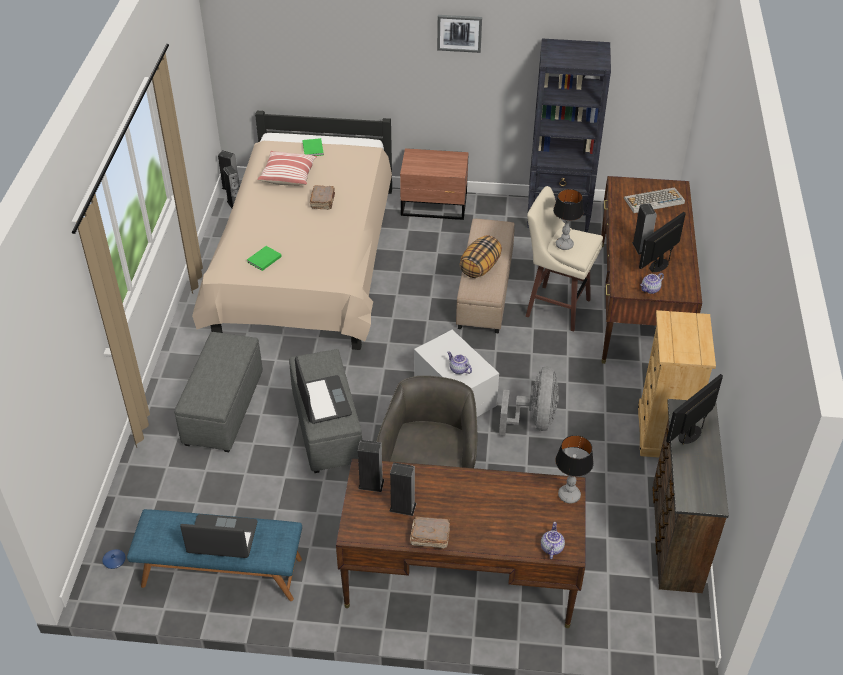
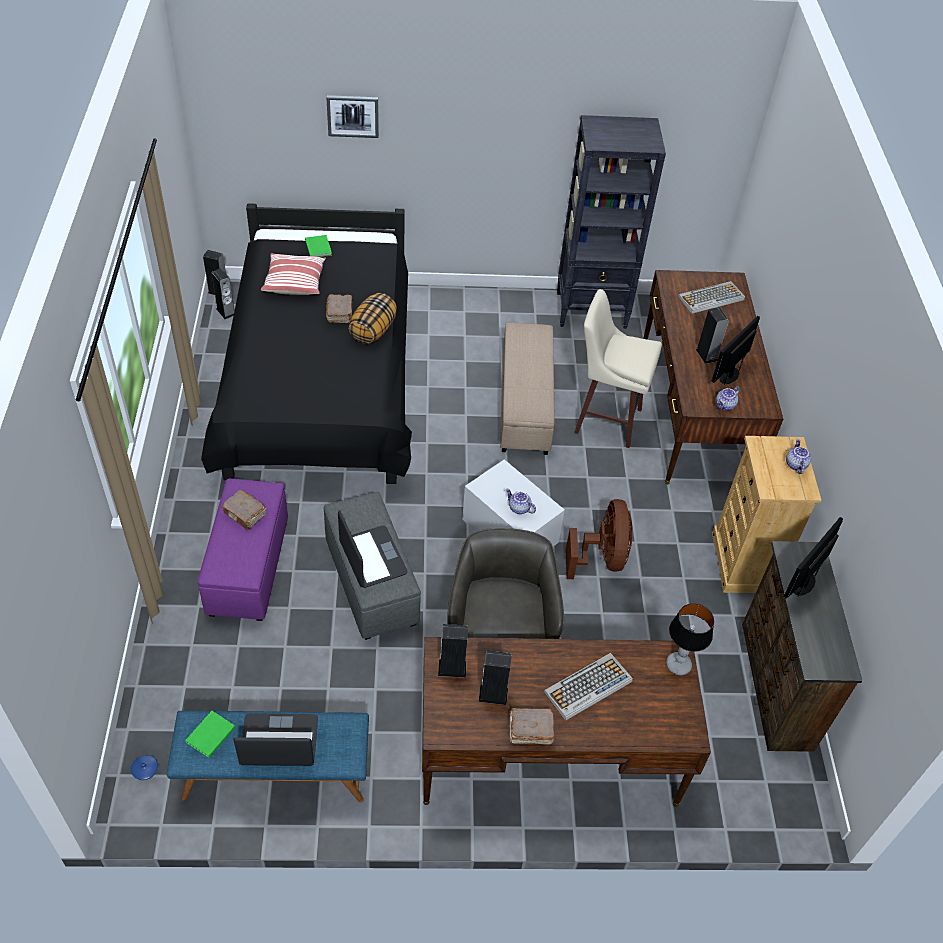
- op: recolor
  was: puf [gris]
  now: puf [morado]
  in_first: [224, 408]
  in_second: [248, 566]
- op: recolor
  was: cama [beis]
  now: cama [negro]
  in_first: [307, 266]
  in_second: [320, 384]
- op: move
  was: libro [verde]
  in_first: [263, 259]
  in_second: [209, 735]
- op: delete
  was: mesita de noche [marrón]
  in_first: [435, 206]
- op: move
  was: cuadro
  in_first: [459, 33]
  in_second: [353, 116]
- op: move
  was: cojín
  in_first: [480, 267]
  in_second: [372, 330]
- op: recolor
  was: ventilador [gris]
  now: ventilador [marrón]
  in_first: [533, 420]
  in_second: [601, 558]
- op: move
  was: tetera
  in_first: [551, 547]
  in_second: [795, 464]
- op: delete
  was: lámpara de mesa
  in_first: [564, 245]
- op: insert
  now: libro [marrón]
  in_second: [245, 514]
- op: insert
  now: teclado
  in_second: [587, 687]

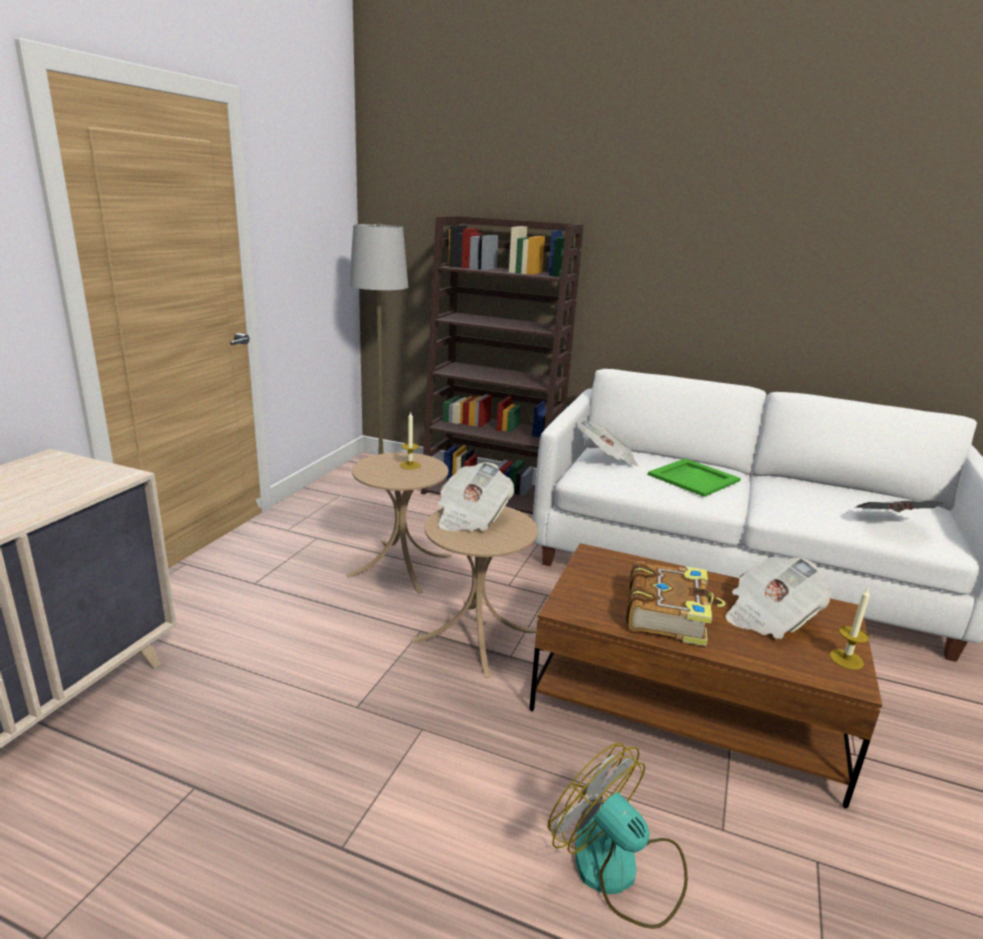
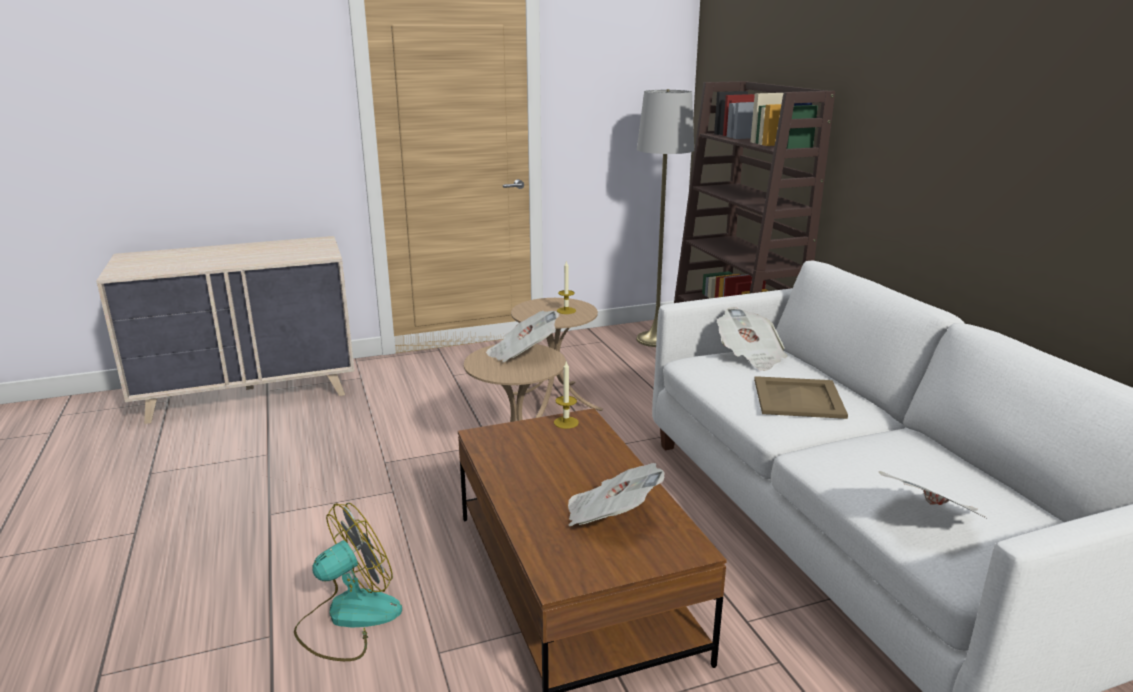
- op: rotate
  was: ventilador
  in_first: [619, 870]
  in_second: [348, 618]
  clockwise: 45
- op: delete
  was: libro
  in_first: [668, 614]
- op: recolor
  was: bandeja [verde]
  now: bandeja [beis]
  in_first: [694, 478]
  in_second: [799, 398]
- op: move
  was: vela
  in_first: [846, 659]
  in_second: [566, 422]

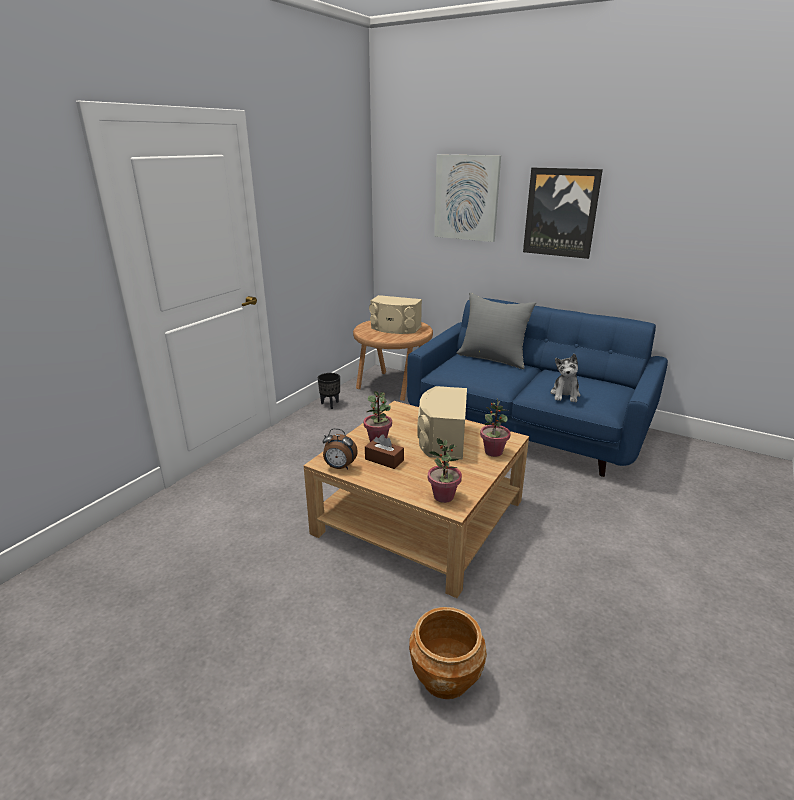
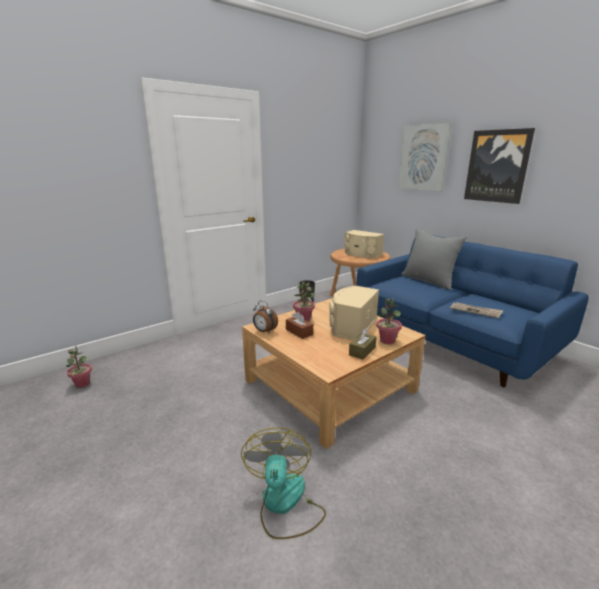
- op: replace
  was: maceta [marrón]
  now: ventilador
  in_first: [445, 676]
  in_second: [284, 504]
- op: move
  was: planta en maceta
  in_first: [443, 496]
  in_second: [82, 384]
- op: replace
  was: peluche
  now: periódico
  in_first: [565, 395]
  in_second: [475, 311]
- op: insert
  now: caja de pañuelos [marrón]
  in_second: [362, 351]

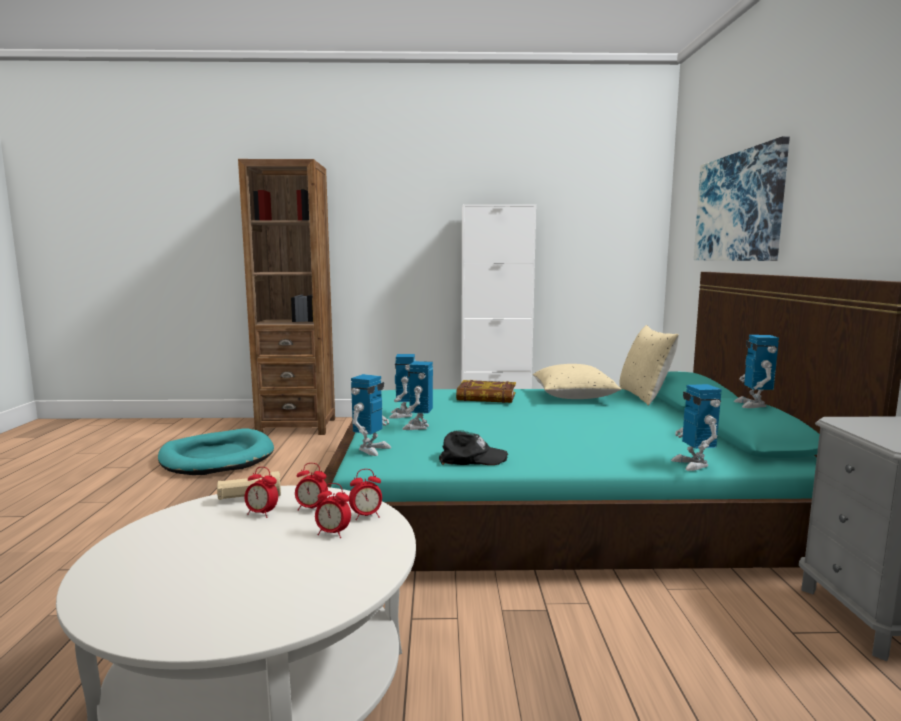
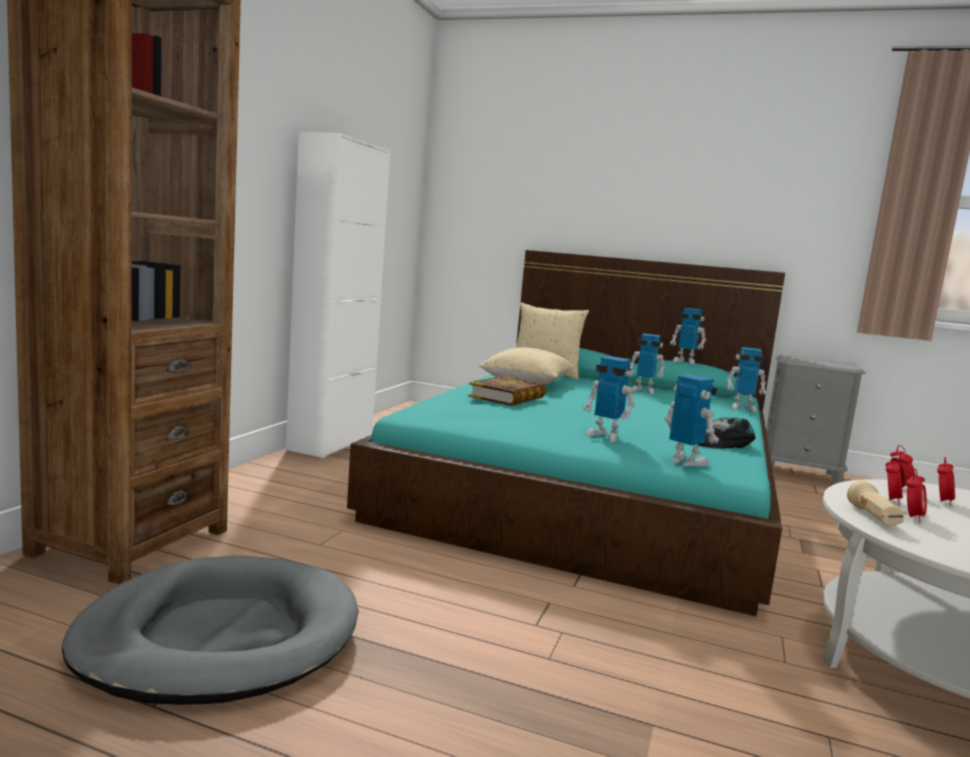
- op: recolor
  was: cama para perro [turquesa]
  now: cama para perro [gris]
  in_first: [217, 457]
  in_second: [220, 637]
- op: move
  was: robot de juguete
  in_first: [403, 415]
  in_second: [643, 390]
- op: rotate
  was: gorra [negro]
  in_first: [472, 458]
  in_second: [721, 442]
  clockwise: -135
- op: delete
  was: cuadro
  in_first: [738, 207]

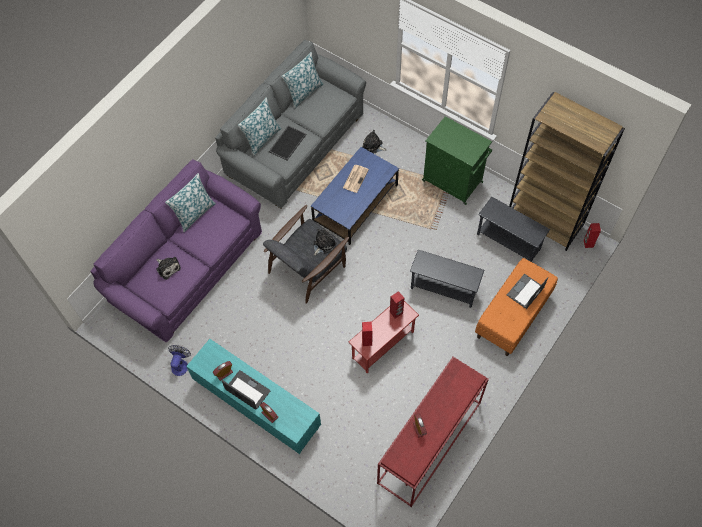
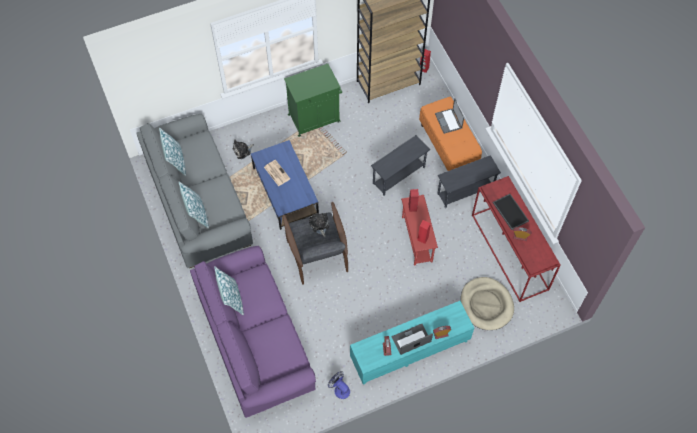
- op: delete
  was: peluche
  in_first: [167, 268]
- op: move
  was: bandeja
  in_first: [287, 142]
  in_second: [509, 211]
- op: move
  was: mesa auxiliar [gris]
  in_first: [508, 242]
  in_second: [465, 191]
- op: insert
  now: cama para perro [beis]
  in_second: [486, 304]

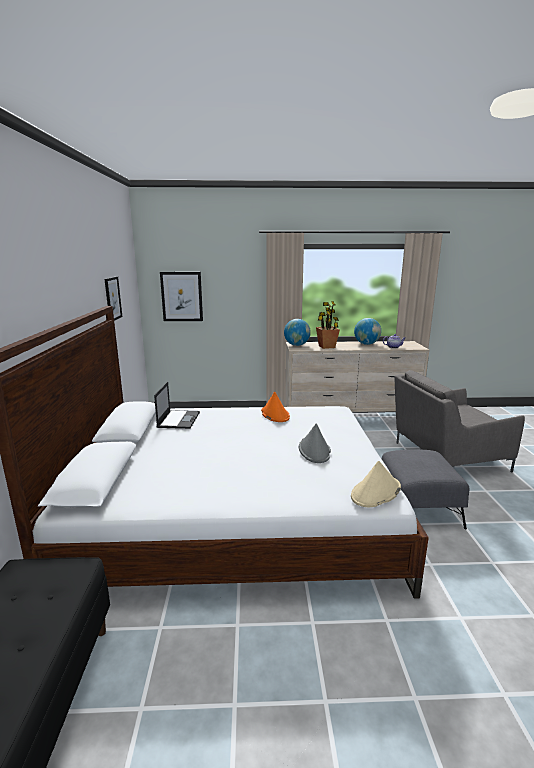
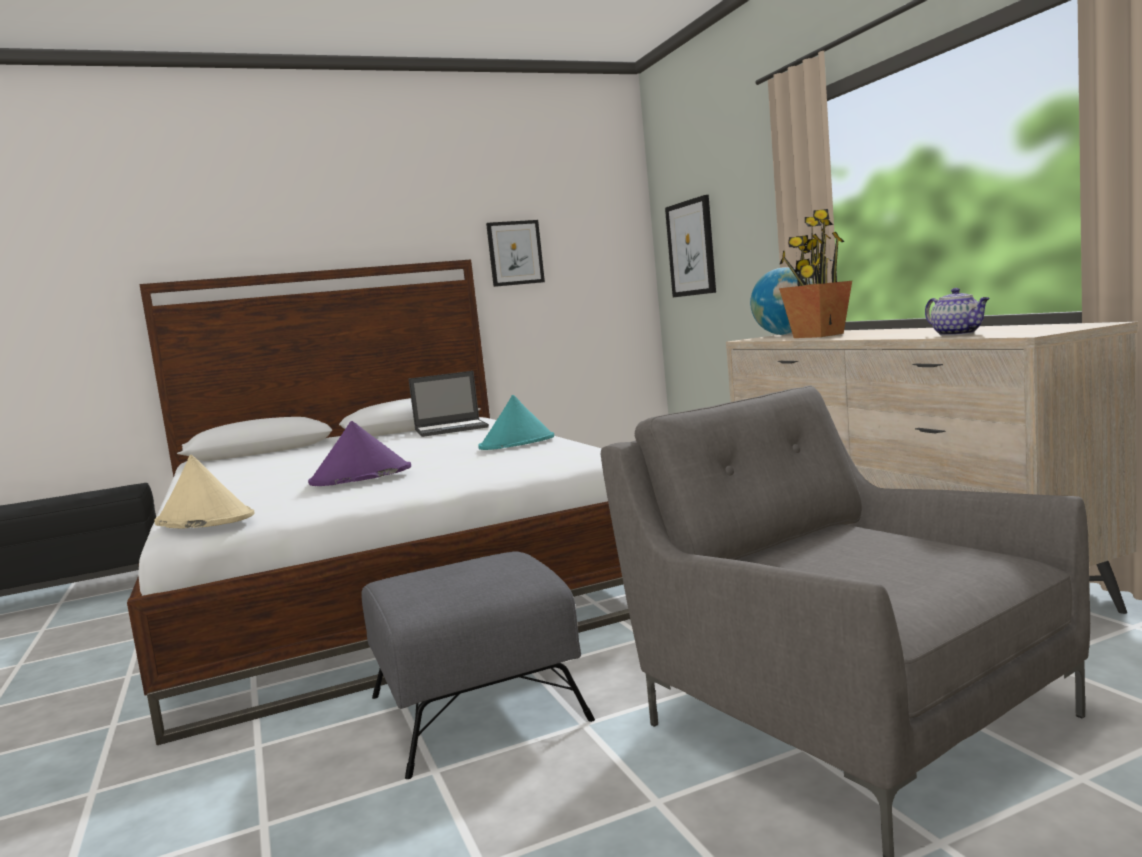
- op: recolor
  was: sombrero [naranja]
  now: sombrero [turquesa]
  in_first: [275, 414]
  in_second: [517, 443]
- op: recolor
  was: sombrero [gris]
  now: sombrero [morado]
  in_first: [314, 450]
  in_second: [360, 476]
- op: delete
  was: globo terráqueo
  in_first: [366, 344]

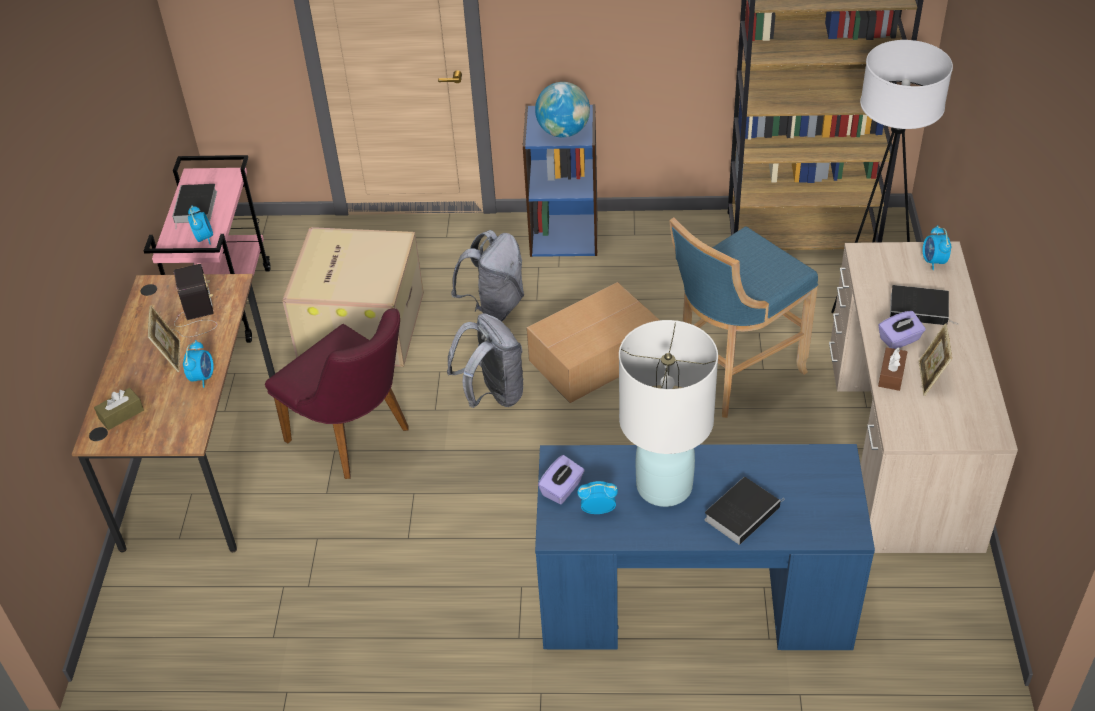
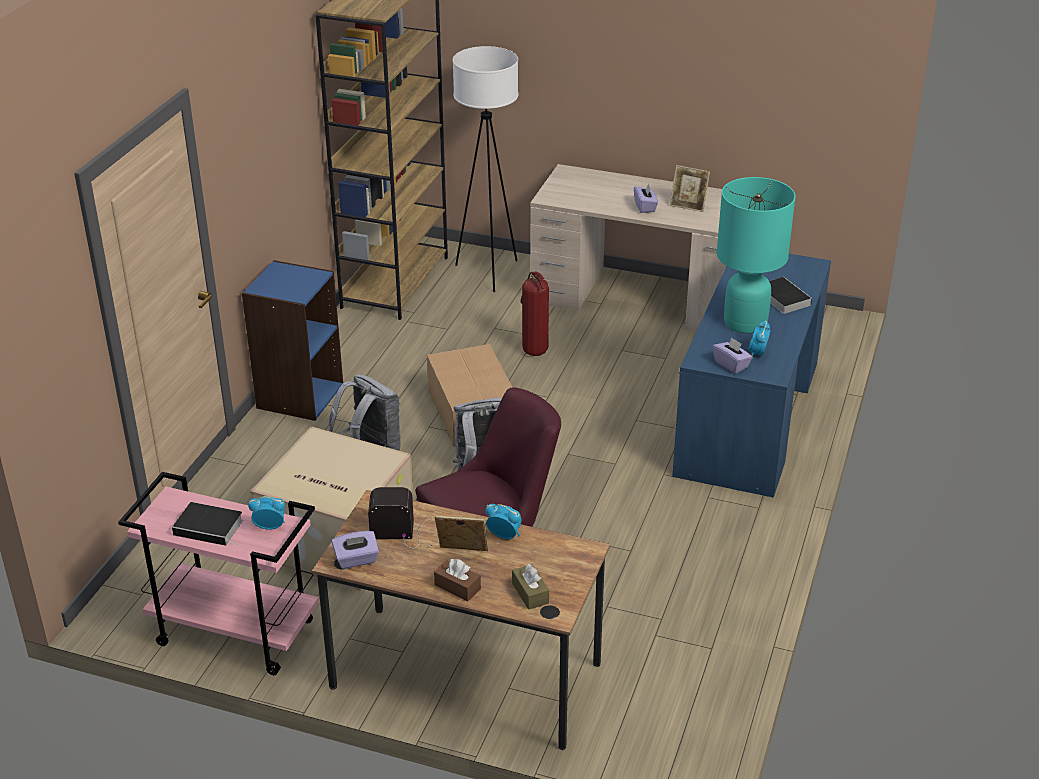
- op: delete
  was: globo terráqueo
  in_first: [563, 132]
- op: recolor
  was: lámpara de mesa [blanco]
  now: lámpara de mesa [turquesa]
  in_first: [664, 486]
  in_second: [745, 322]
- op: replace
  was: taburete [azul]
  now: extintor
  in_first: [732, 374]
  in_second: [533, 350]
- op: move
  was: caja de pañuelos [marrón]
  in_first: [891, 375]
  in_second: [457, 587]
- op: delete
  was: libro
  in_first: [920, 308]
- op: delete
  was: despertador
  in_first: [933, 261]
- op: insert
  now: caja de pañuelos [morado]
  in_second: [356, 560]

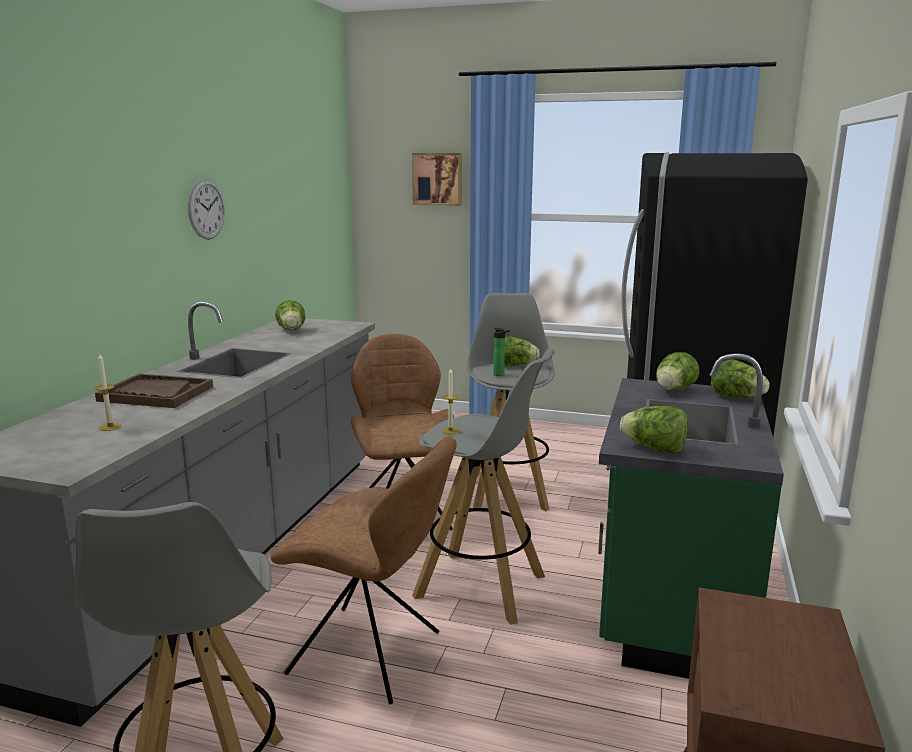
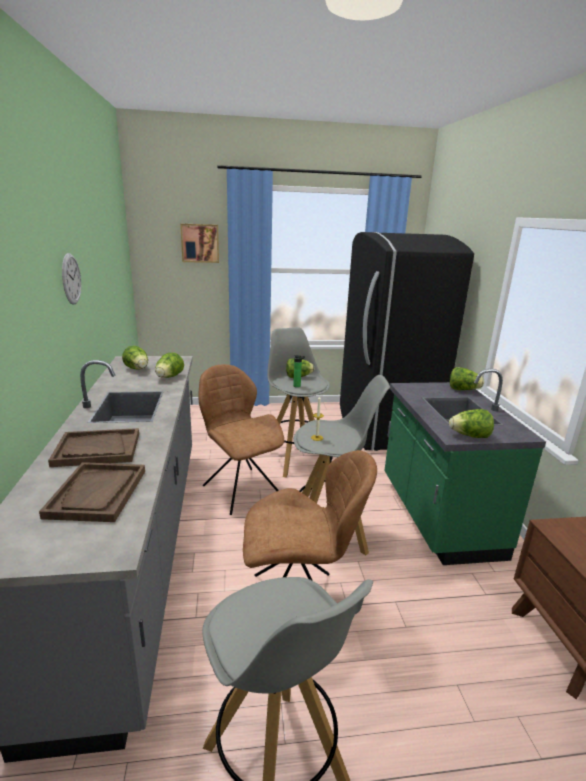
- op: replace
  was: vela
  now: bandeja [marrón]
  in_first: [110, 427]
  in_second: [97, 493]
- op: move
  was: lechuga
  in_first: [674, 390]
  in_second: [169, 377]

